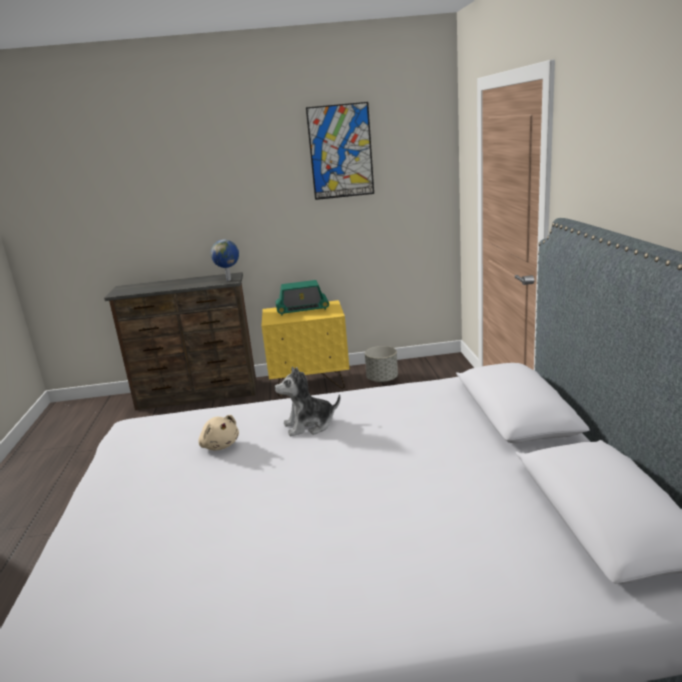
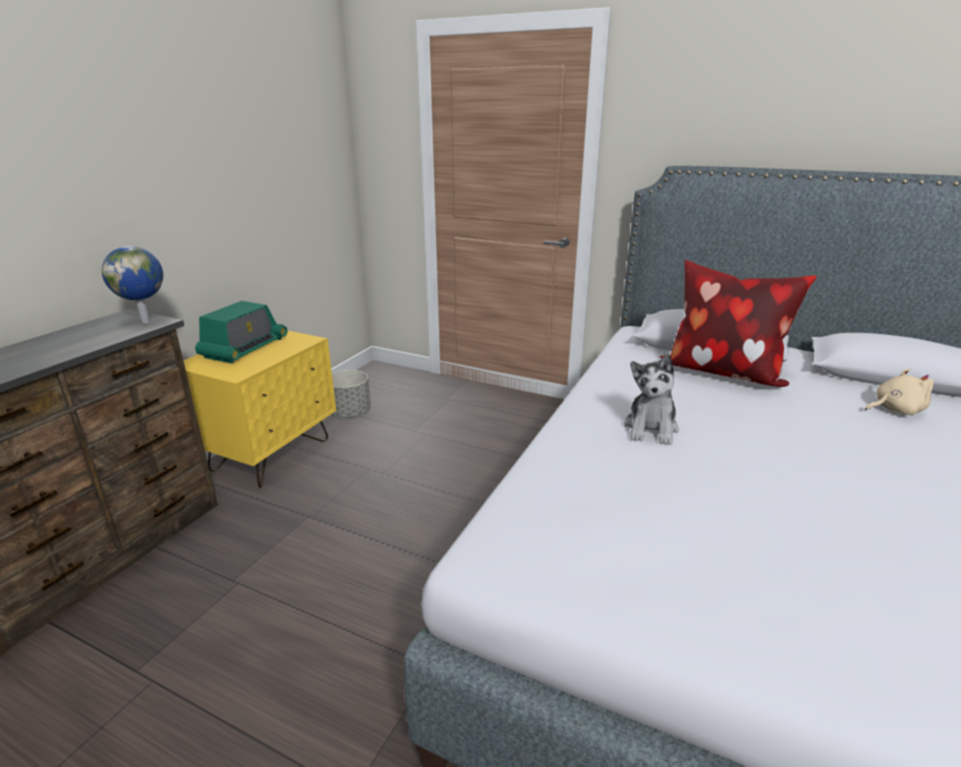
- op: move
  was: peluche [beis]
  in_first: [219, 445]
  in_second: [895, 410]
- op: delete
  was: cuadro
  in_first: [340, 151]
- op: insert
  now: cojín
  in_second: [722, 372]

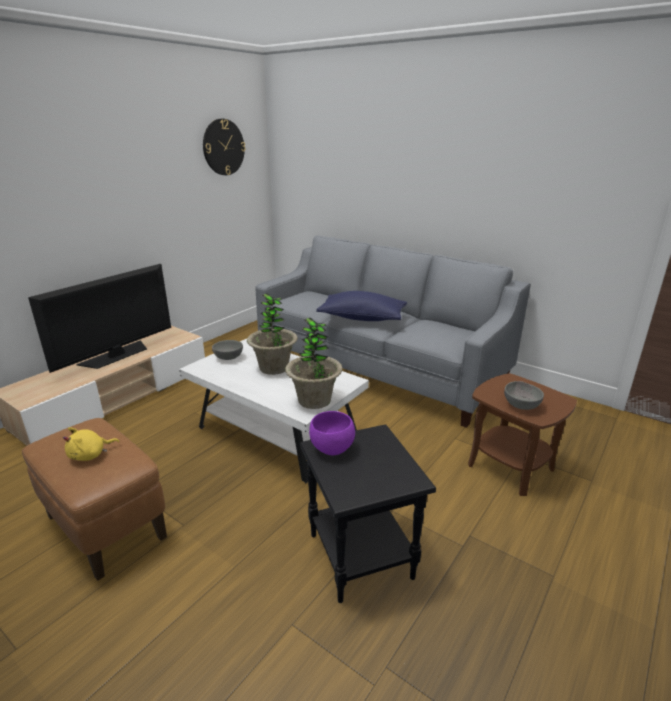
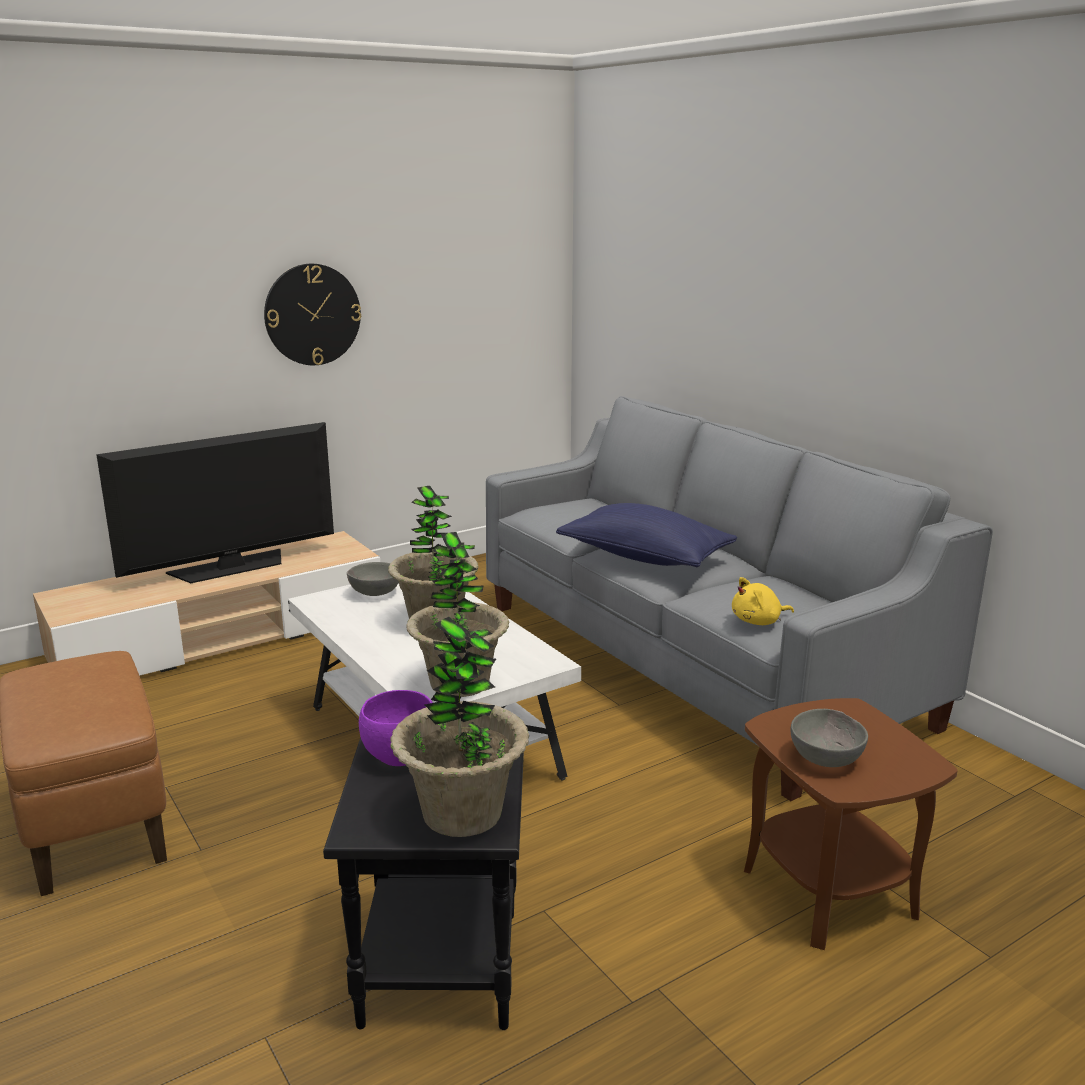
- op: move
  was: peluche [amarillo]
  in_first: [90, 455]
  in_second: [758, 621]
- op: move
  was: reloj de pared
  in_first: [223, 147]
  in_second: [312, 314]
- op: insert
  now: planta en maceta
  in_second: [462, 813]

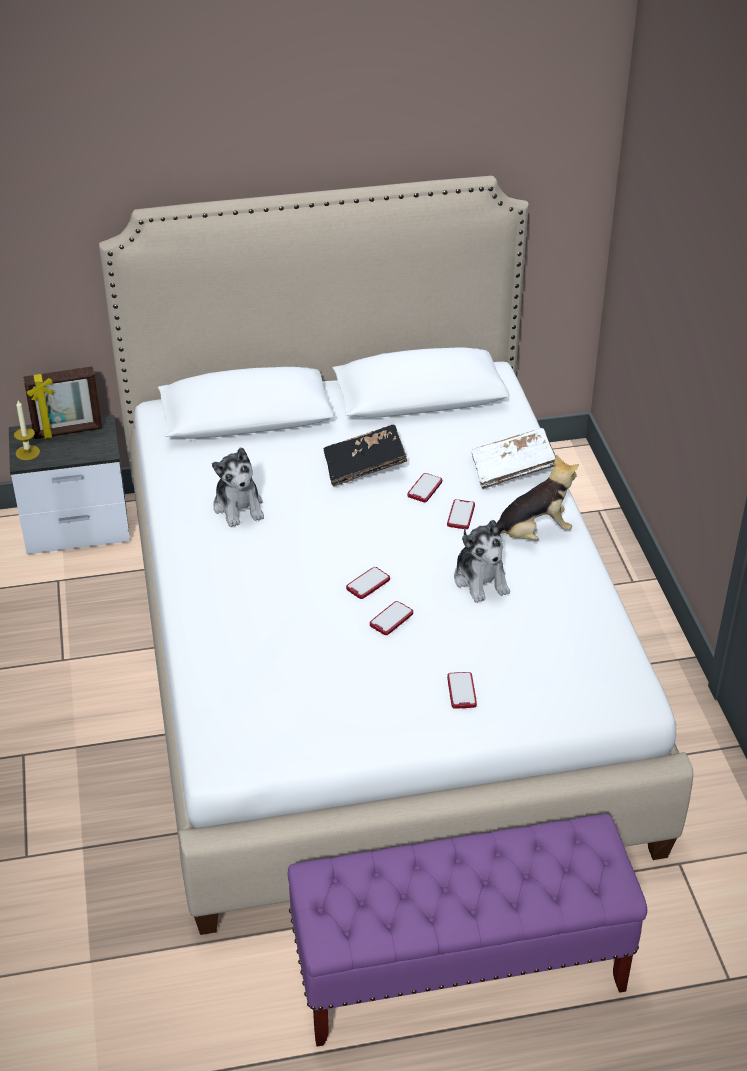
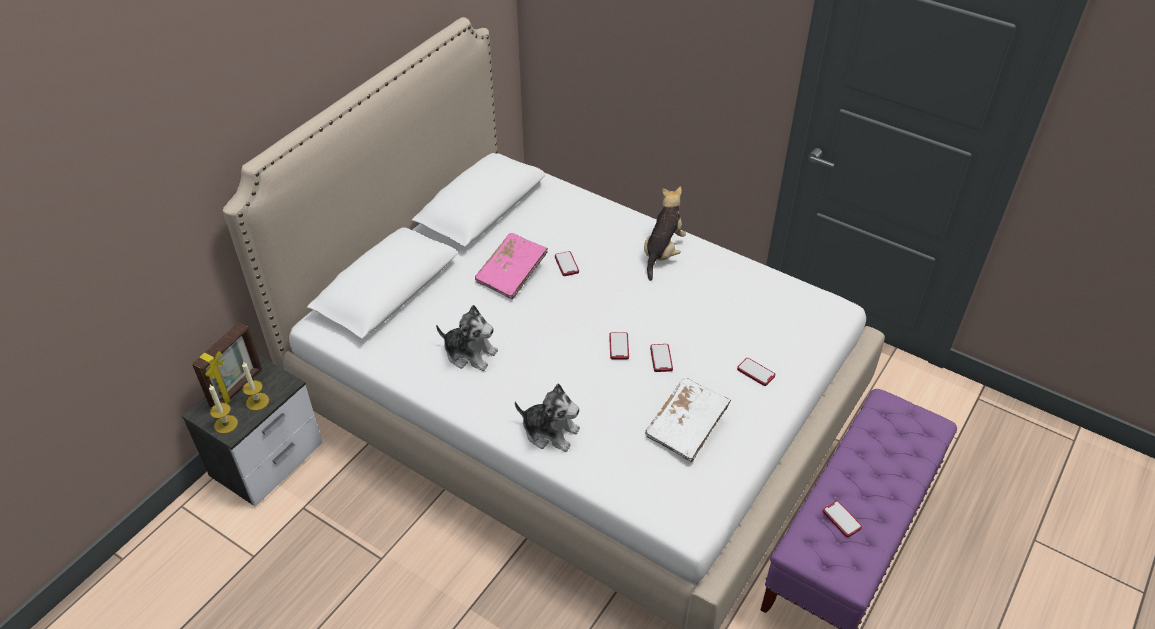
- op: recolor
  was: libro [negro]
  now: libro [rosa]
  in_first: [364, 467]
  in_second: [512, 274]
- op: move
  was: móvil
  in_first: [461, 515]
  in_second: [841, 519]
- op: move
  was: peluche
  in_first: [481, 580]
  in_second: [550, 432]
- op: move
  was: libro [blanco]
  in_first: [512, 469]
  in_second: [687, 427]
- op: insert
  now: vela
  in_second: [257, 401]

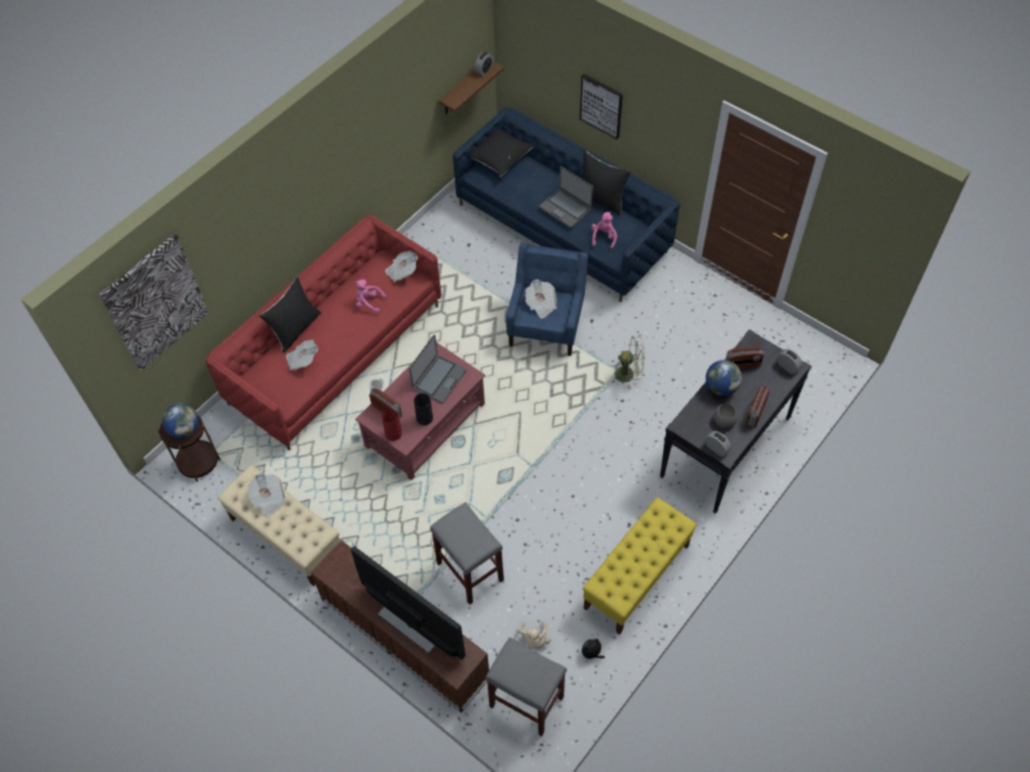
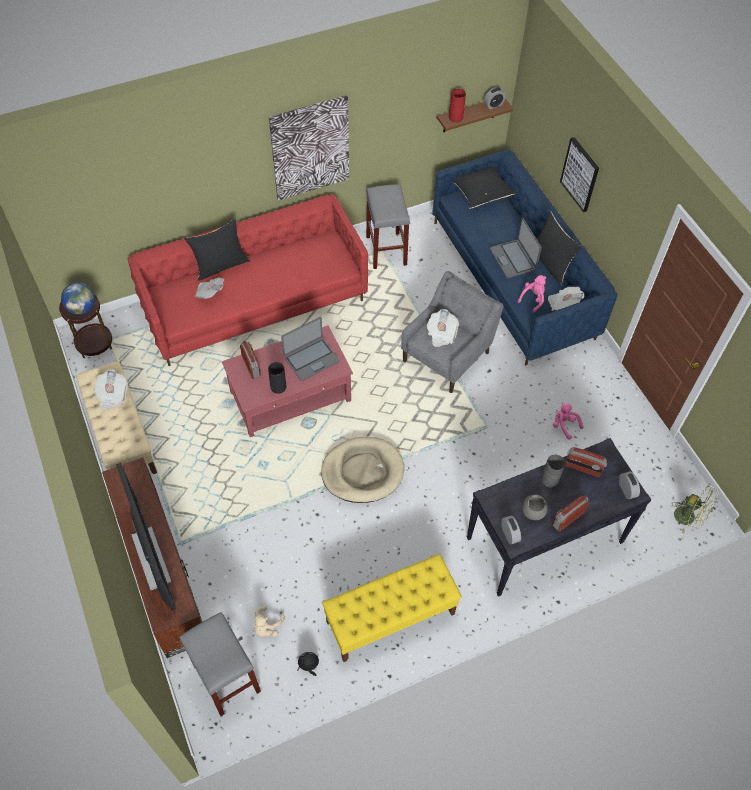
- op: move
  was: cuadro
  in_first: [155, 302]
  in_second: [310, 148]
- op: move
  was: peluche [rosa]
  in_first: [369, 303]
  in_second: [564, 425]
- op: move
  was: florero [rojo]
  in_first: [394, 434]
  in_second: [456, 118]
- op: move
  was: periódico
  in_first: [402, 271]
  in_second: [563, 304]
- op: move
  was: taburete [gris]
  in_first: [471, 572]
  in_second: [386, 251]
- op: recolor
  was: sillón [azul]
  now: sillón [gris]
  in_first: [546, 324]
  in_second: [447, 356]
- op: move
  was: ventilador [verde]
  in_first: [629, 374]
  in_second: [689, 518]
- op: replace
  was: globo terráqueo
  now: florero [gris]
  in_first: [721, 387]
  in_second: [549, 479]
- op: insert
  now: cama para perro [beis]
  in_second: [362, 471]

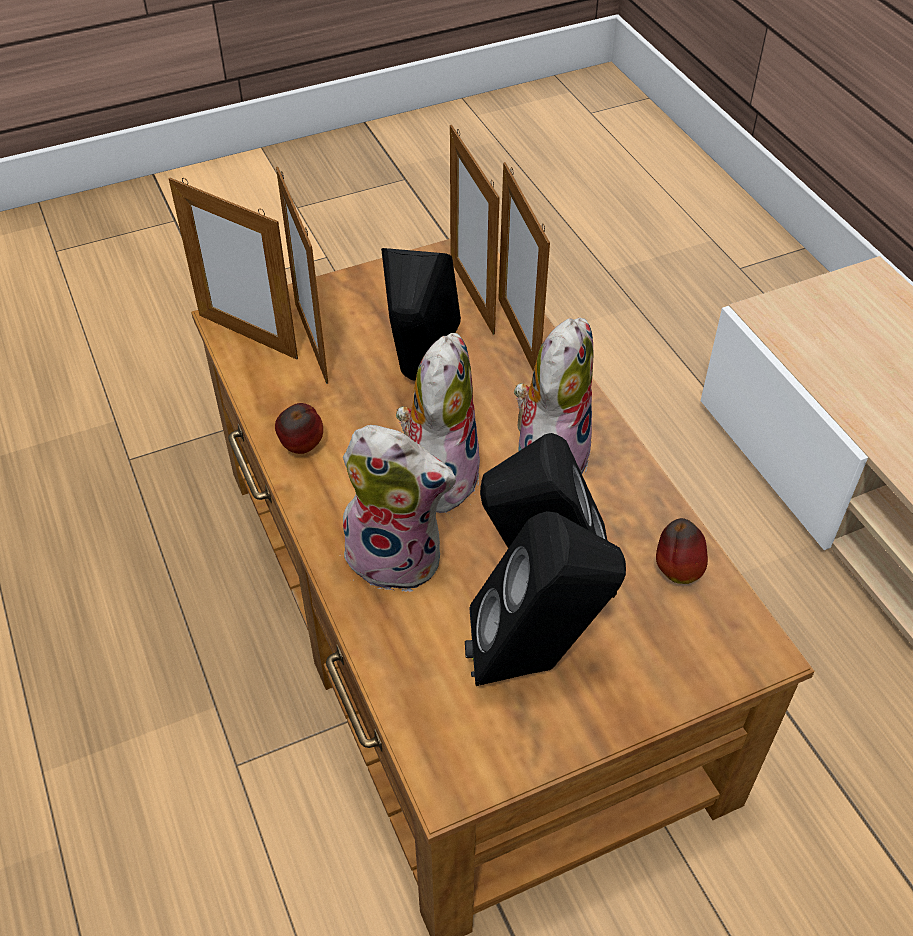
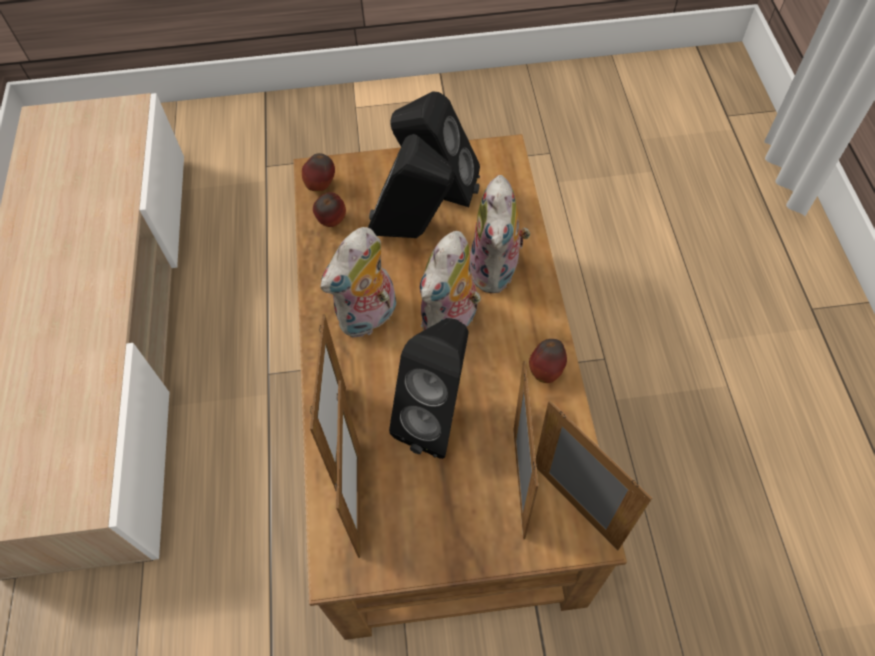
- op: rotate
  was: peluche
  in_first: [398, 556]
  in_second: [497, 271]
  clockwise: -120
- op: insert
  now: manzana
  in_second: [321, 186]

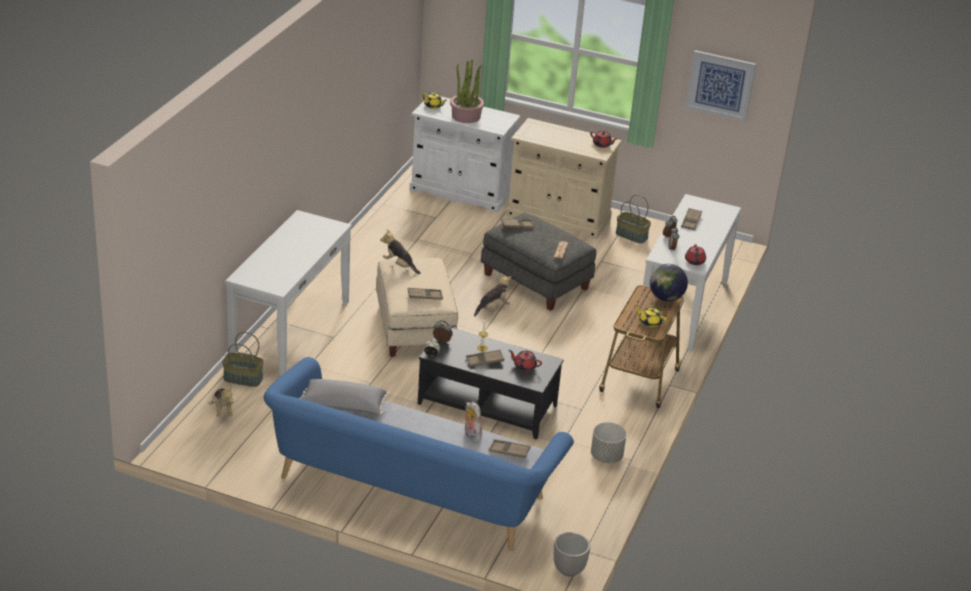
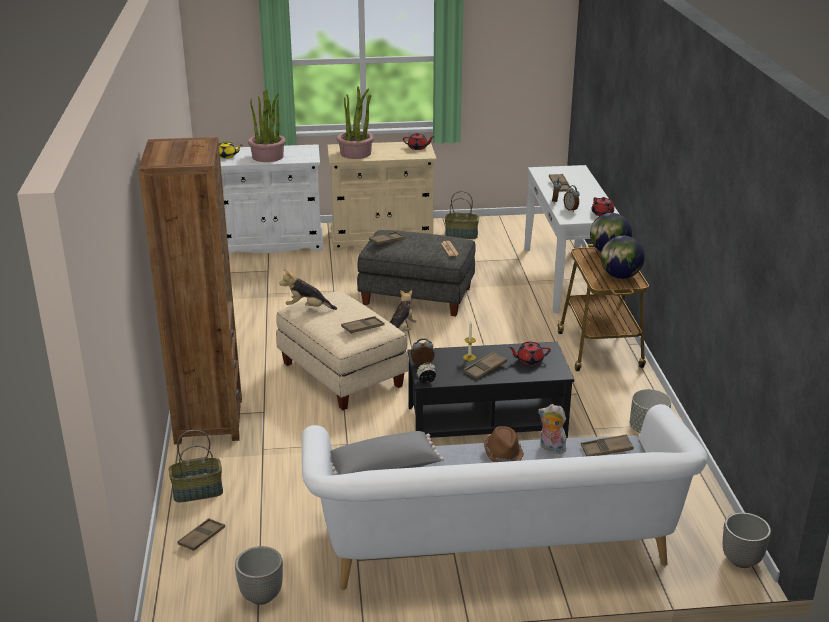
- op: replace
  was: peluche
  now: bandeja [marrón]
  in_first: [222, 410]
  in_second: [202, 537]
- op: replace
  was: mesa consola [blanco]
  now: estantería [marrón]
  in_first: [289, 330]
  in_second: [208, 421]
- op: recolor
  was: sofá [azul]
  now: sofá [blanco]
  in_first: [410, 490]
  in_second: [497, 543]
- op: replace
  was: tetera [amarillo]
  now: globo terráqueo
  in_first: [649, 322]
  in_second: [620, 276]
- op: delete
  was: cuadro
  in_first: [720, 85]
- op: insert
  now: maceta
  in_second: [261, 596]
- op: insert
  now: planta en maceta
  in_second: [356, 153]
- op: insert
  now: sombrero [marrón]
  in_second: [503, 453]

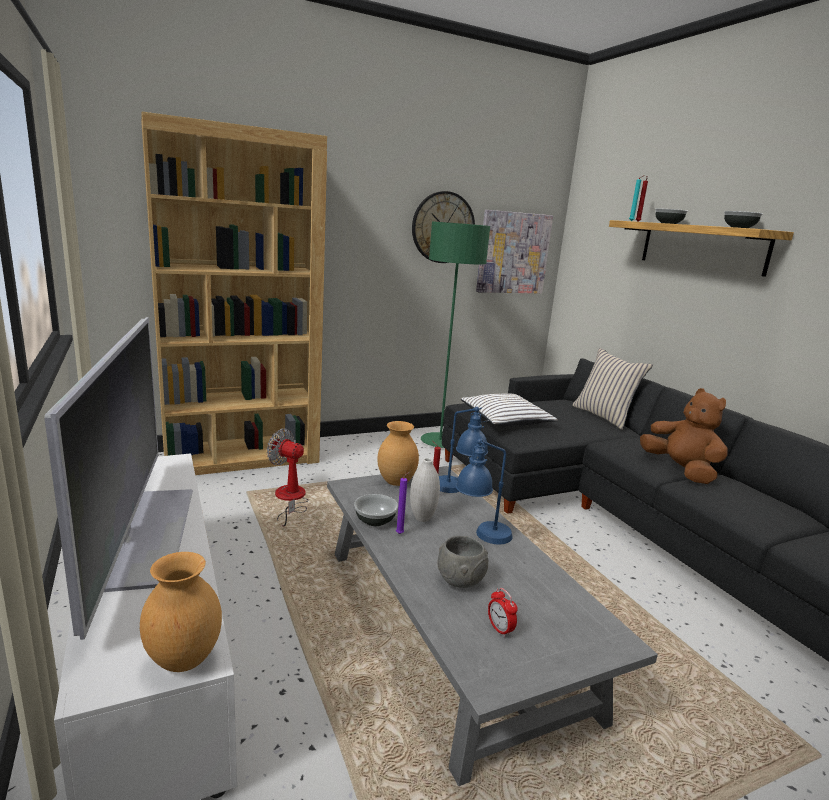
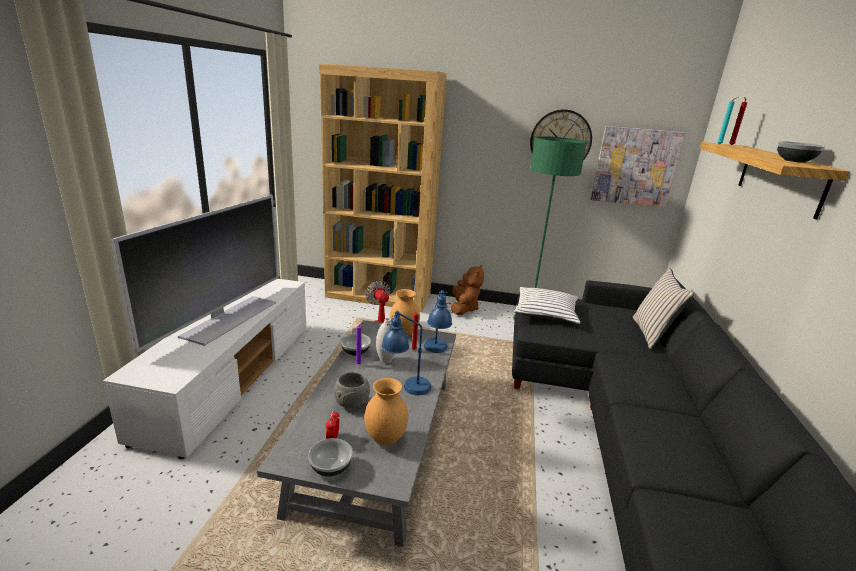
- op: move
  was: florero [marrón]
  in_first: [184, 659]
  in_second: [385, 438]
- op: move
  was: peluche [marrón]
  in_first: [680, 470]
  in_second: [463, 308]
- op: move
  was: cuenco
  in_first: [668, 223]
  in_second: [331, 467]

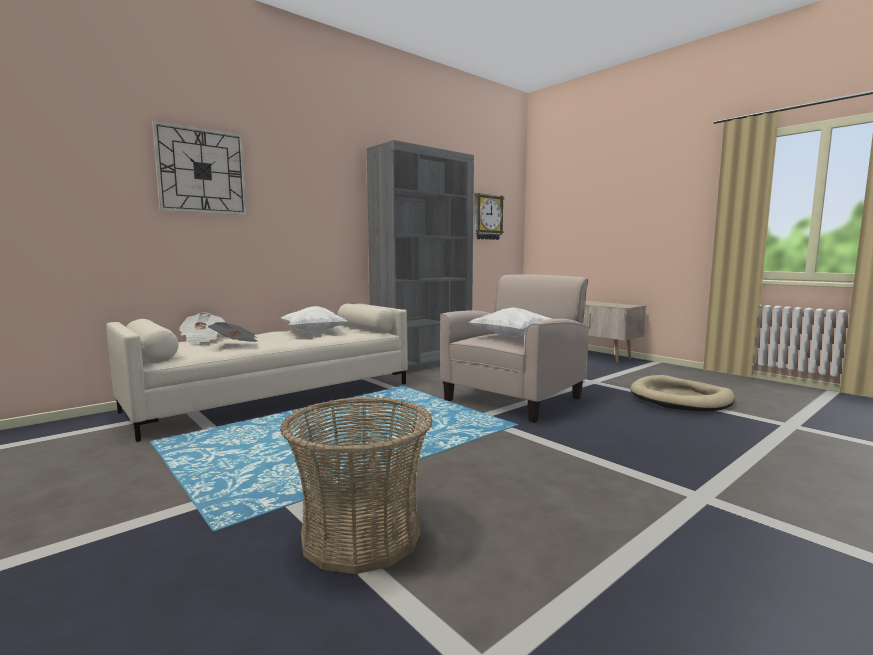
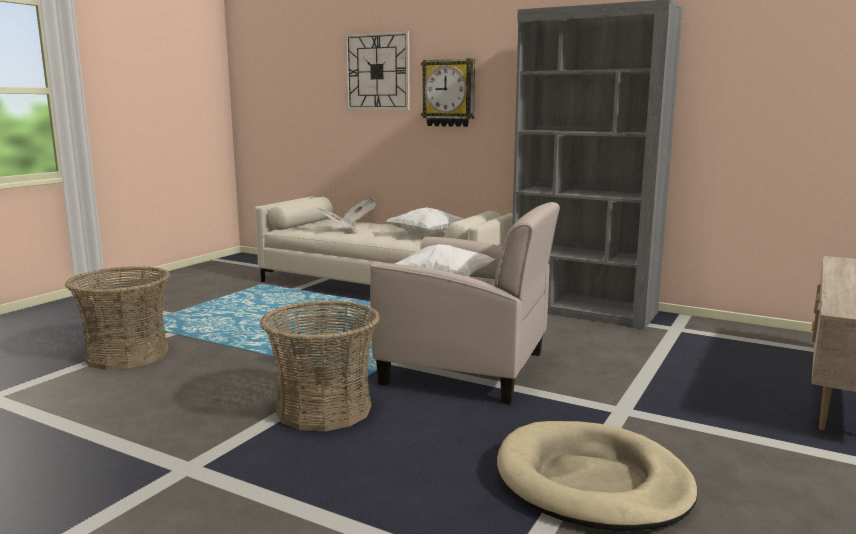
- op: move
  was: reloj de pared
  in_first: [487, 217]
  in_second: [449, 93]
- op: insert
  now: cesta
  in_second: [324, 409]

